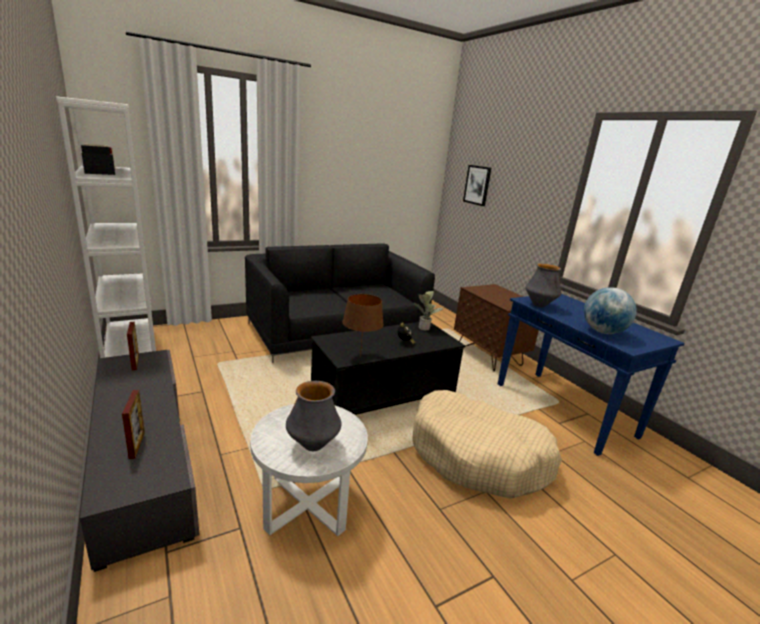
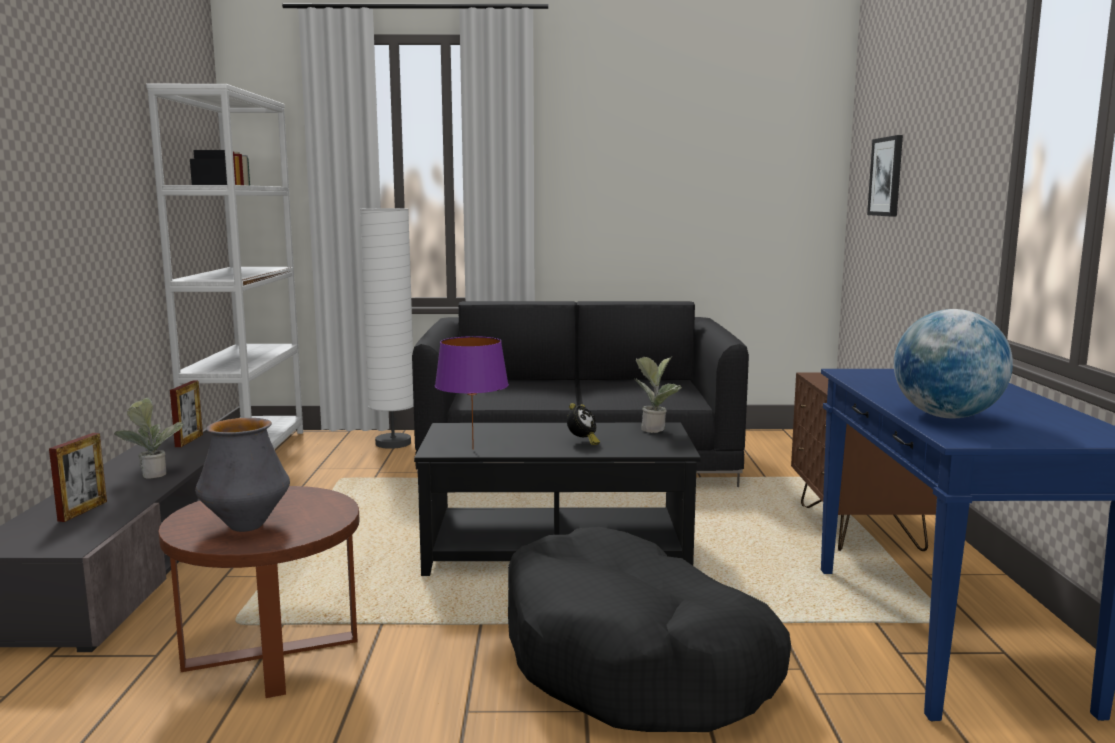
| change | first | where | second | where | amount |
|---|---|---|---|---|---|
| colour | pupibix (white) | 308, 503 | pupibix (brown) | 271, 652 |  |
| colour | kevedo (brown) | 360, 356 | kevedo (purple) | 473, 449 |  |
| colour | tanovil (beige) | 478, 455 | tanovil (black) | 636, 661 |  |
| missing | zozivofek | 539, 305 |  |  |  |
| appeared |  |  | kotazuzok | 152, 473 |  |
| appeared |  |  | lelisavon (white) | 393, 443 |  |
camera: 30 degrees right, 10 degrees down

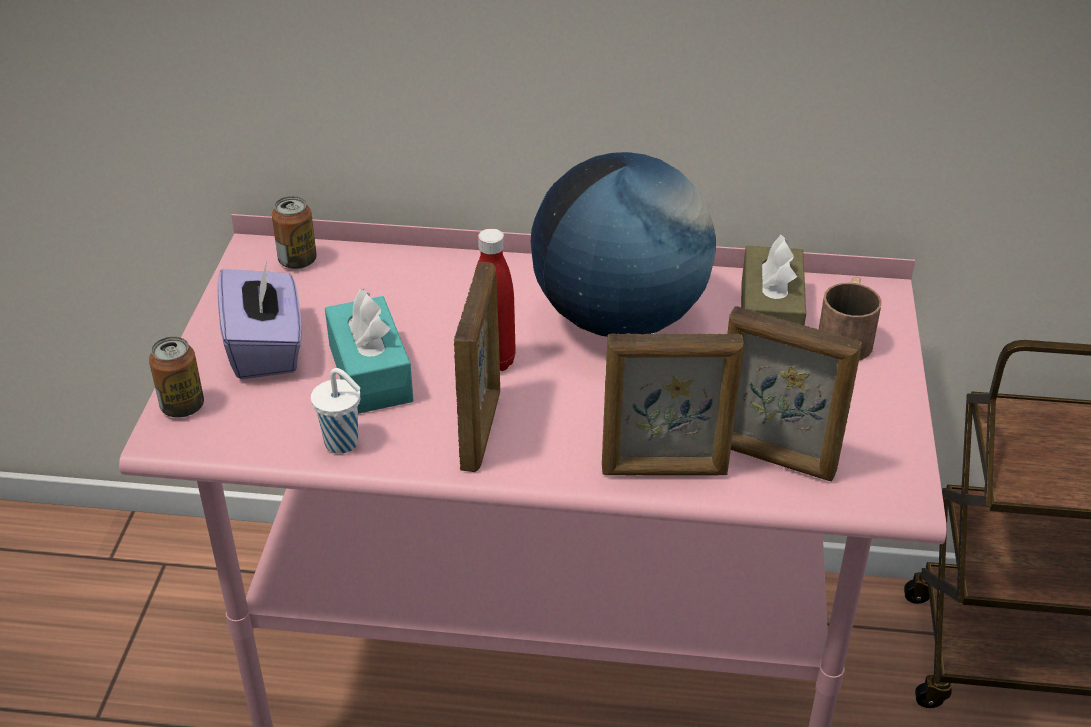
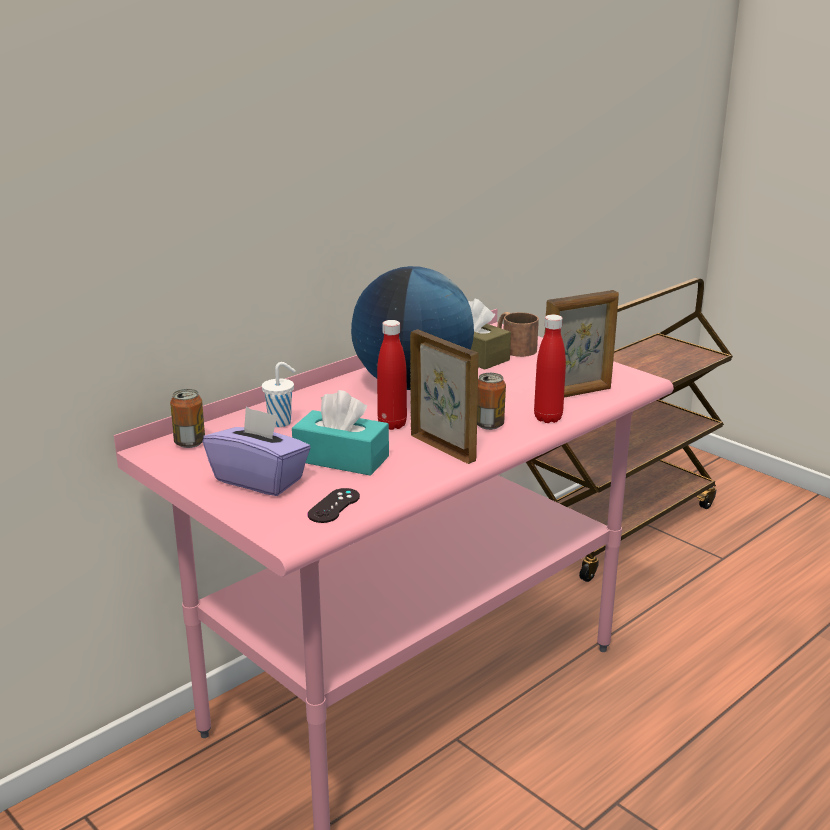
| change | first | where | second | where | amount |
|---|---|---|---|---|---|
| relocated | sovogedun | 182, 406 |  | 489, 425 |  |
| relocated | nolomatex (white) | 343, 443 |  | 281, 422 |  |
| exchanged | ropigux | 665, 471 | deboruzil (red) | 548, 418 |  |
| appeared |  |  | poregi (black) | 334, 506 |  |
camera: 50 degrees left, 15 degrees down

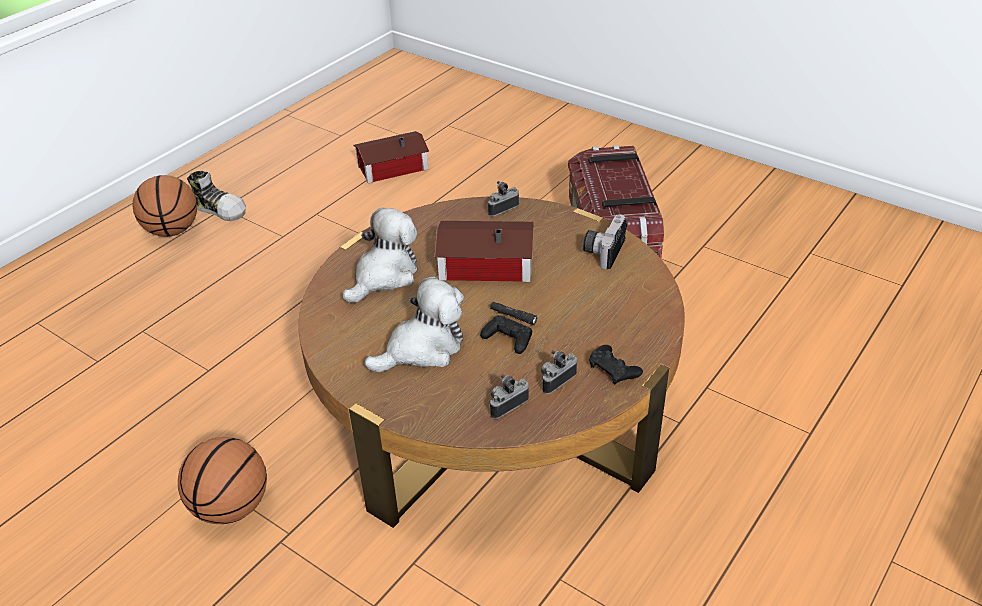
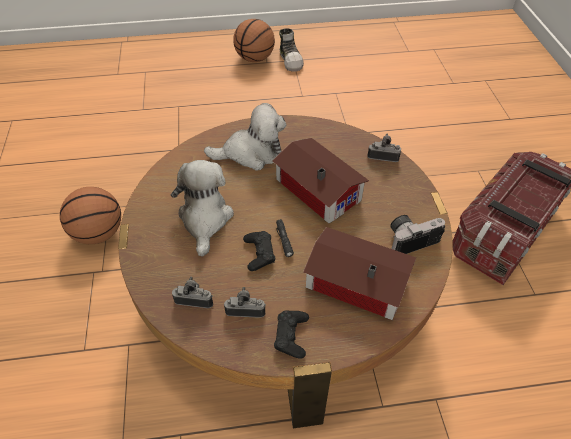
| change | first | where | second | where | amount |
|---|---|---|---|---|---|
| relocated | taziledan | 390, 167 |  | 355, 280 |  |
| spun | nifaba | 422, 349 |  | 205, 219 | 105 degrees counterclockwise |
camera: 45 degrees right, 10 degrees up

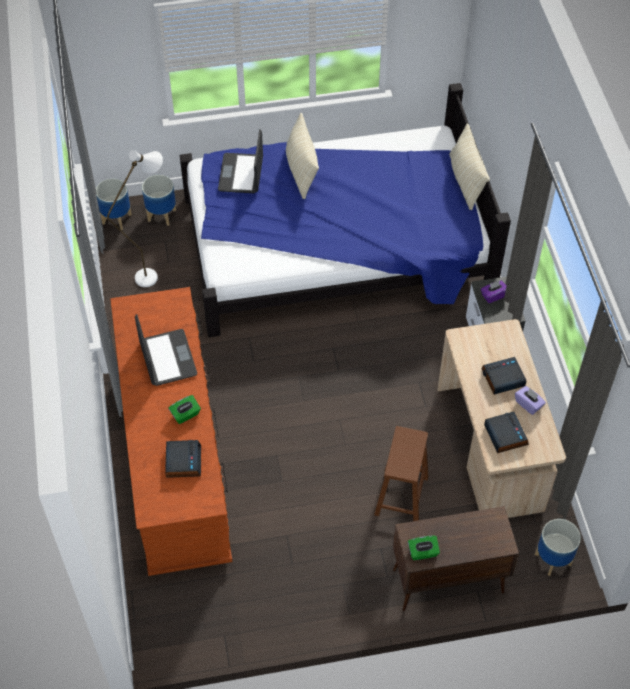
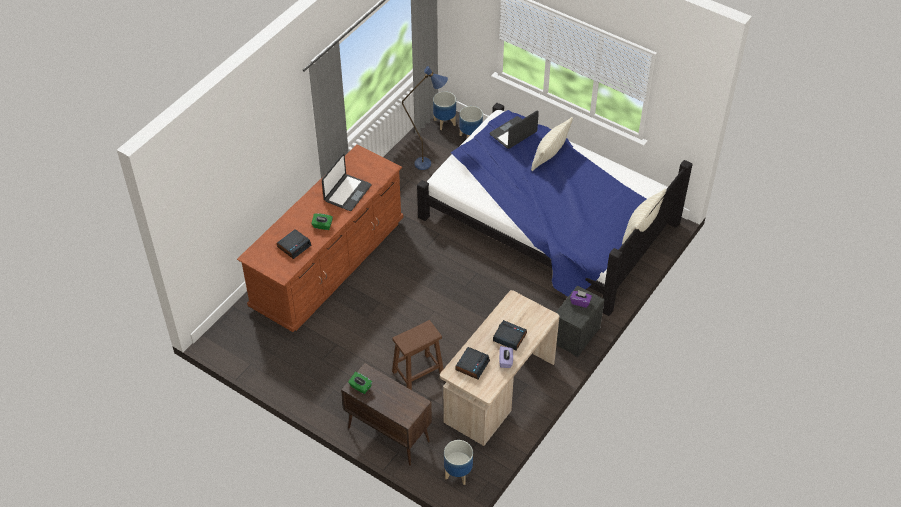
| change | first | where | second | where | amount |
|---|---|---|---|---|---|
| colour | lelisavon (white) | 153, 274 | lelisavon (blue) | 429, 164 |  |
camera: 45 degrees right, 5 degrees down

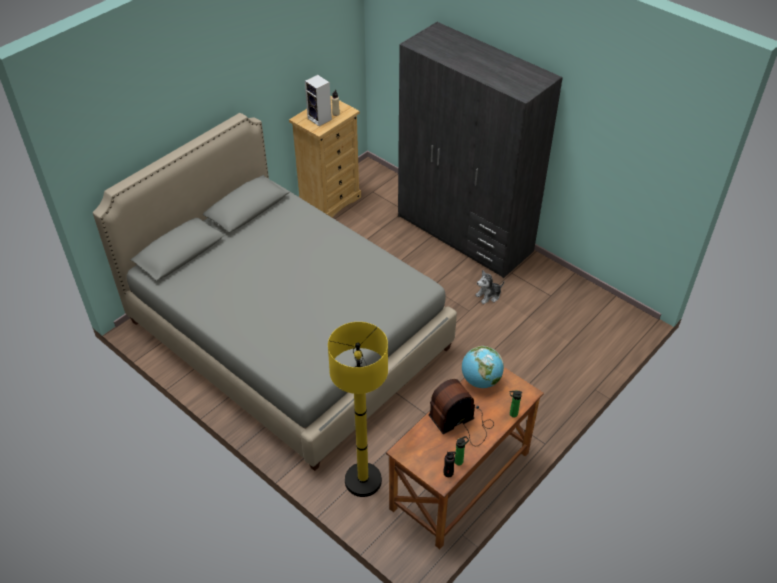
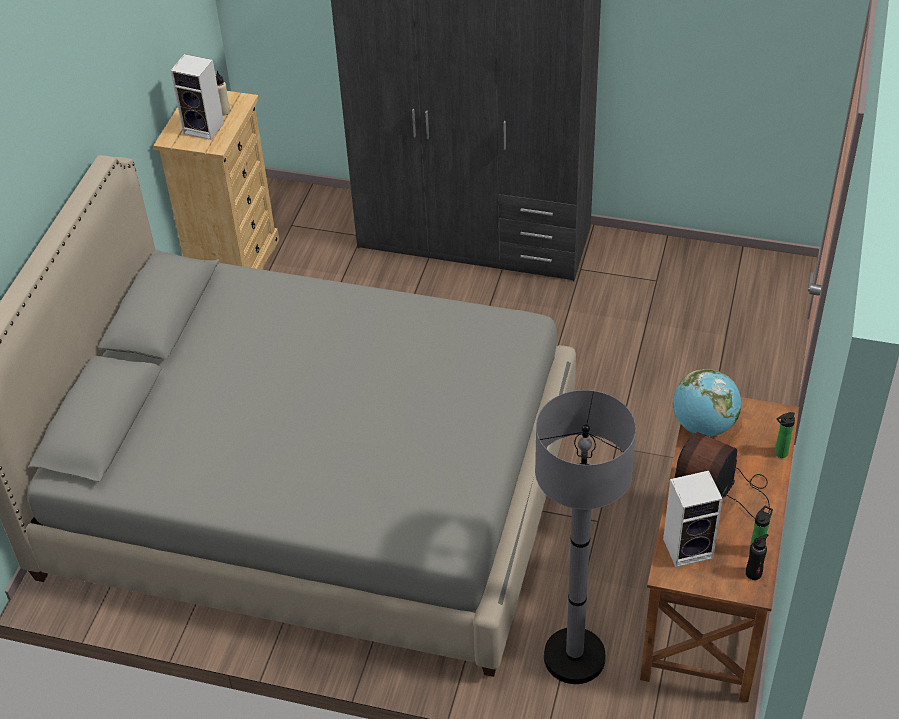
| change | first | where | second | where | amount |
|---|---|---|---|---|---|
| colour | lelisavon (yellow) | 363, 480 | lelisavon (grey) | 574, 657 |  |
| missing | nifaba | 488, 295 |  |  |  |
| appeared |  |  | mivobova | 689, 547 |  |
camera: 25 degrees left, 0 degrees up

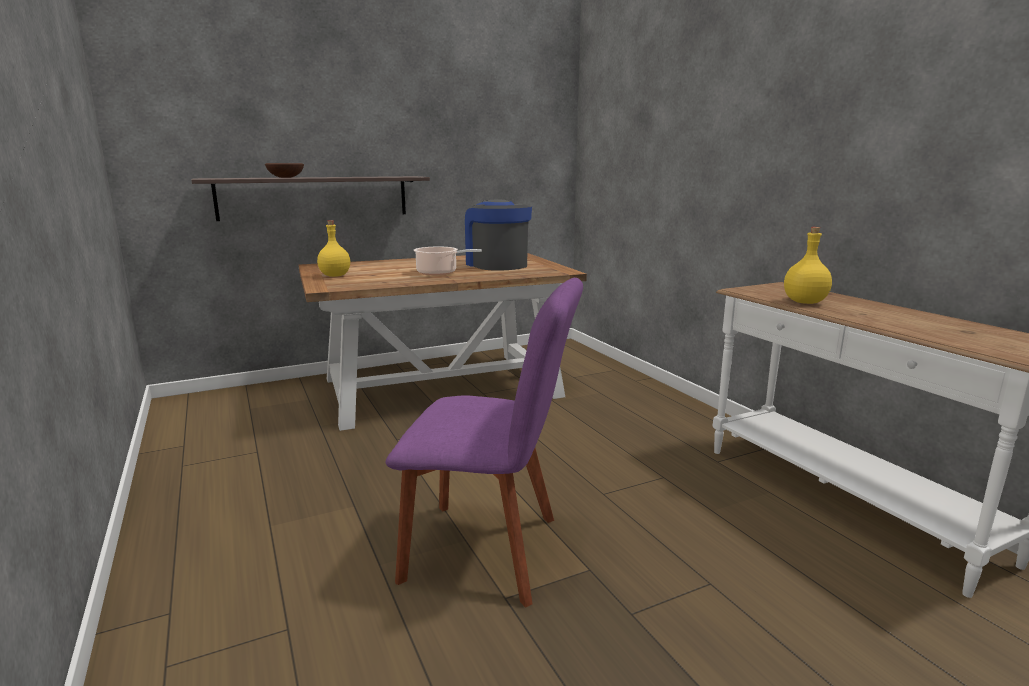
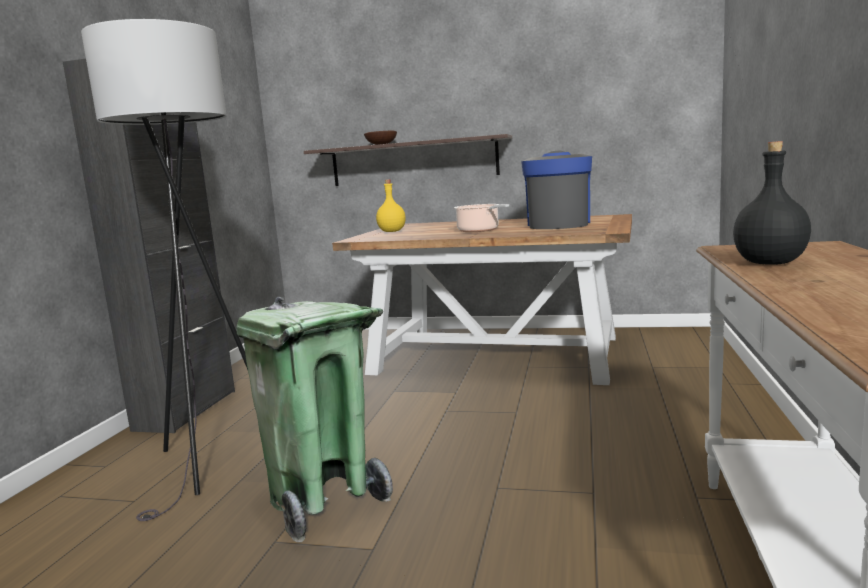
| change | first | where | second | where | amount |
|---|---|---|---|---|---|
| exchanged | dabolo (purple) | 490, 550 | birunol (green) | 323, 500 |  |
| colour | deboruzil (yellow) | 805, 302 | deboruzil (black) | 771, 263 |  |
| appeared |  |  | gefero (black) | 186, 410 |  |
| appeared |  |  | lelisavon (grey) | 214, 464 |  |
camera: 40 degrees right, 5 degrees down

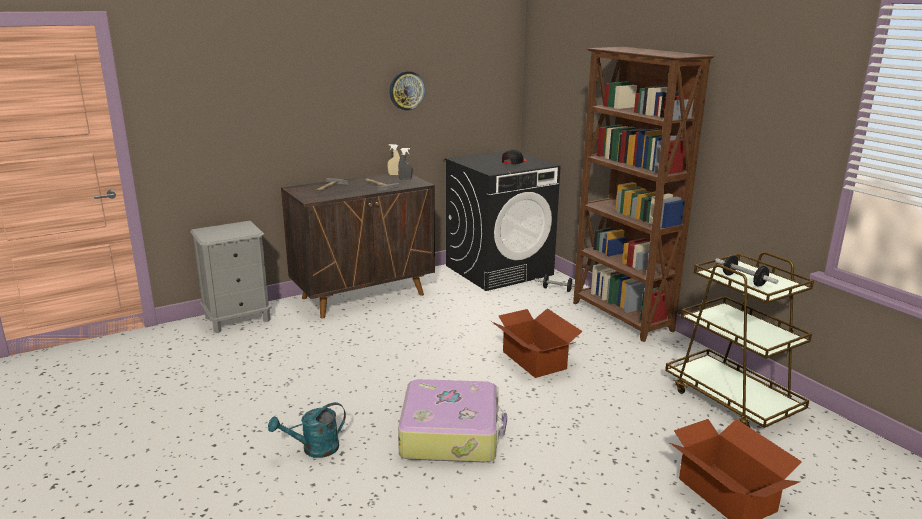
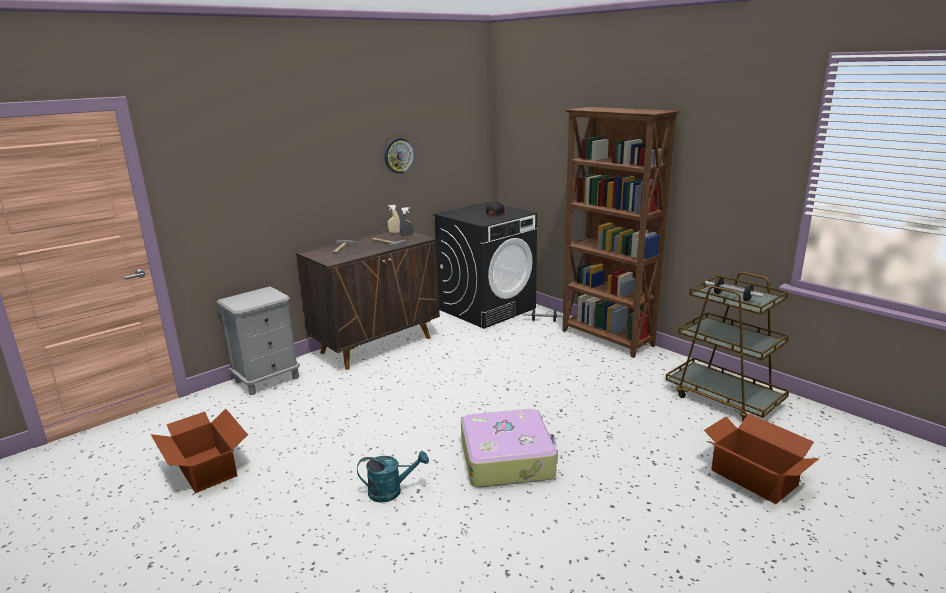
| change | first | where | second | where | amount |
|---|---|---|---|---|---|
| spun | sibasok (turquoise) | 314, 449 |  | 391, 491 | 150 degrees counterclockwise |
| relocated | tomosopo | 534, 360 |  | 207, 468 |  |
camera: 10 degrees left, 0 degrees up

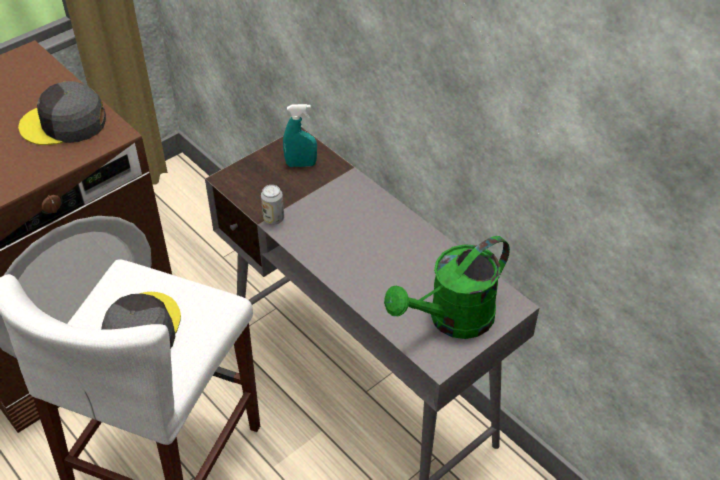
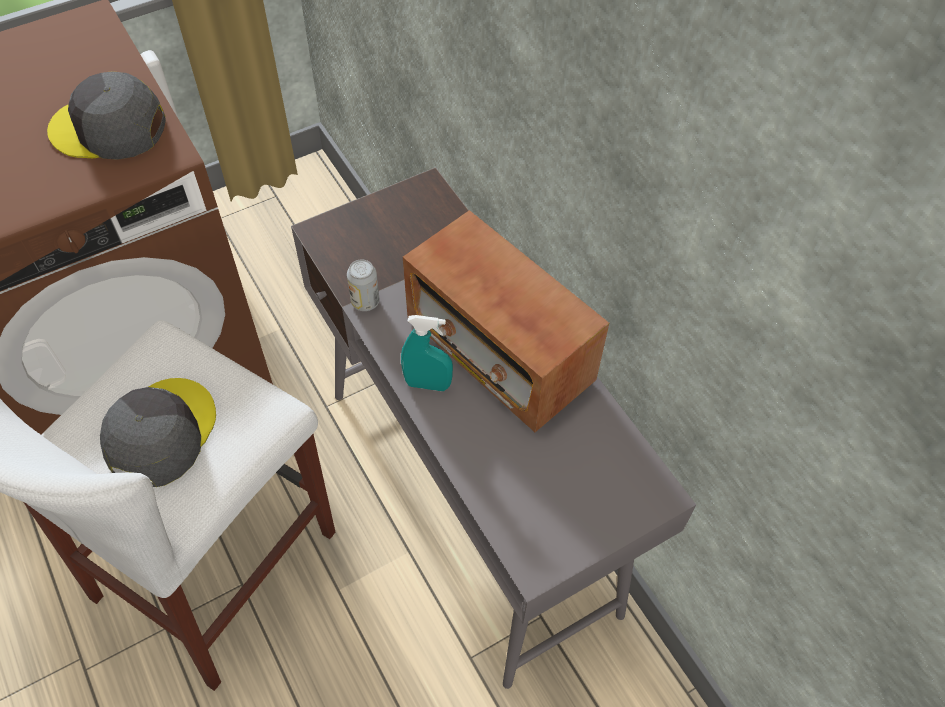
| change | first | where | second | where | amount |
|---|---|---|---|---|---|
| relocated | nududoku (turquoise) | 301, 164 |  | 427, 384 |  |
| missing | sibasok (green) | 452, 320 |  |  |  |
| appeared |  |  | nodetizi | 499, 351 |  |
camera: 10 degrees right, 10 degrees up

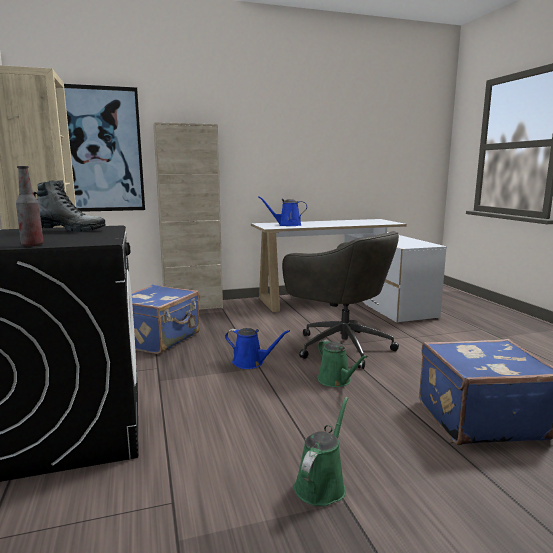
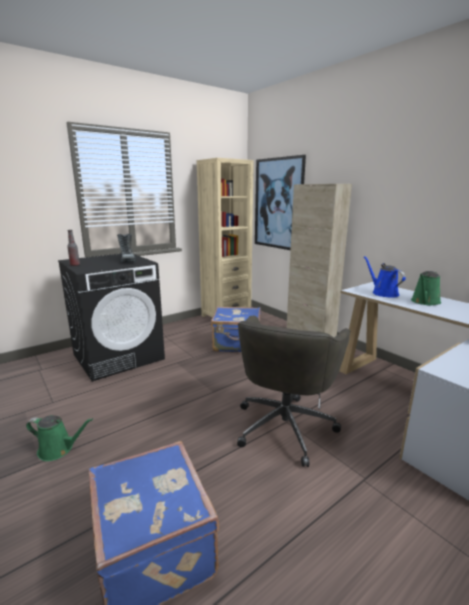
| change | first | where | second | where | amount |
|---|---|---|---|---|---|
| missing | sibasok (blue) | 251, 363 |  |  |  |
| relocated | sibasok (green) | 336, 381 |  | 424, 302 |  |
camera: 70 degrees right, 5 degrees up

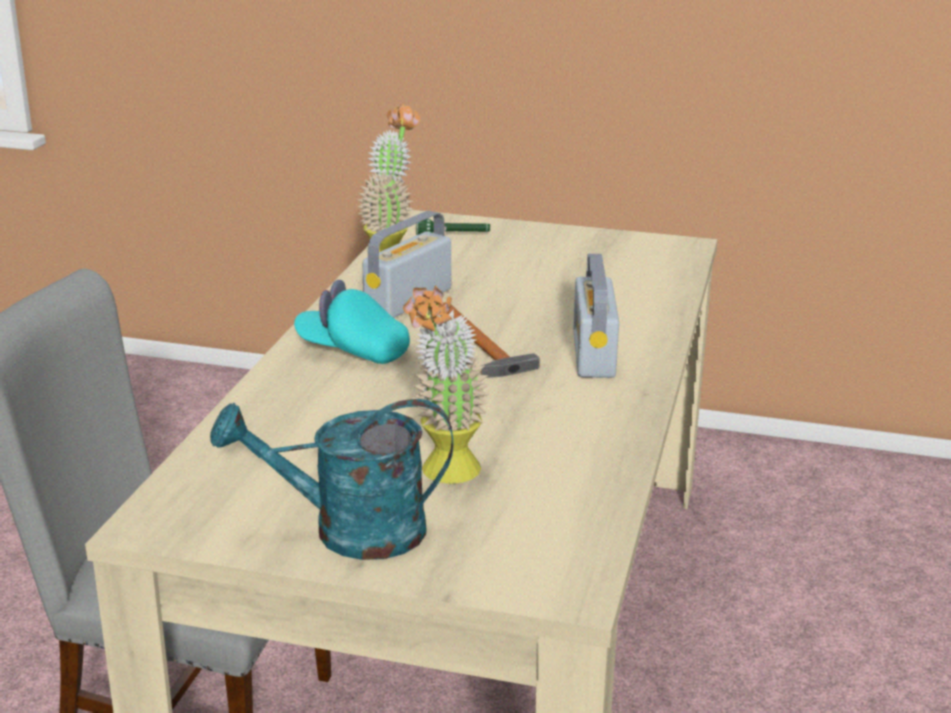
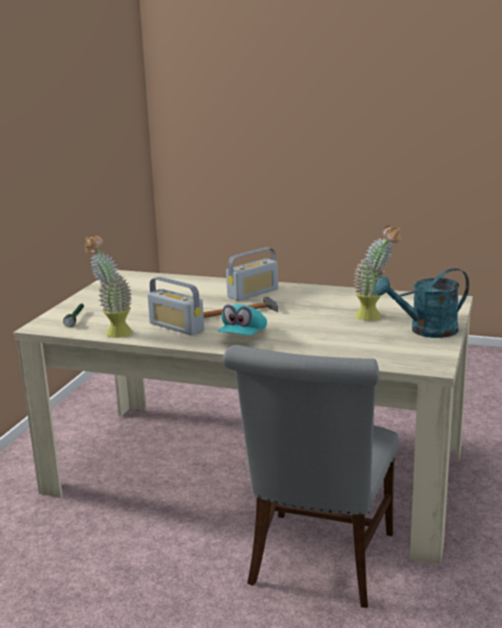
| change | first | where | second | where | amount |
|---|---|---|---|---|---|
| spun | sibasok (turquoise) | 349, 532 |  | 425, 331 | 75 degrees clockwise |
| spun | nodetizi | 593, 354 |  | 253, 293 | 45 degrees counterclockwise |
camera: 85 degrees left, 5 degrees down

